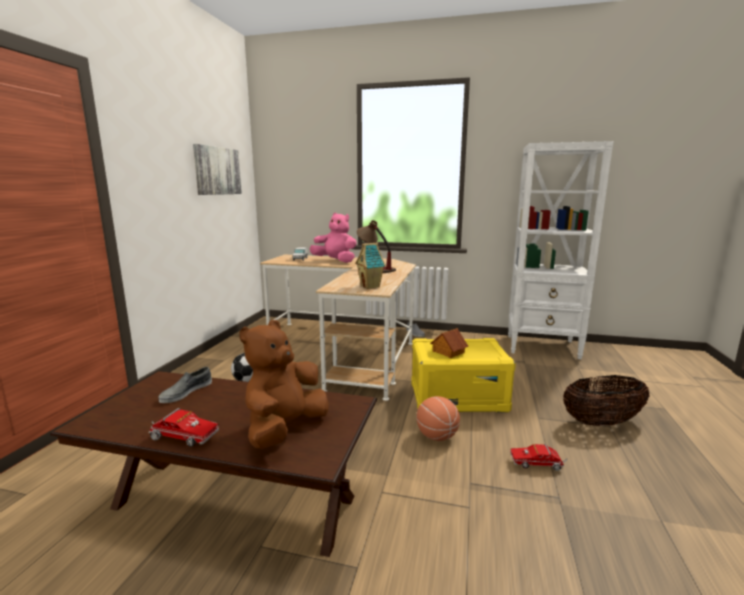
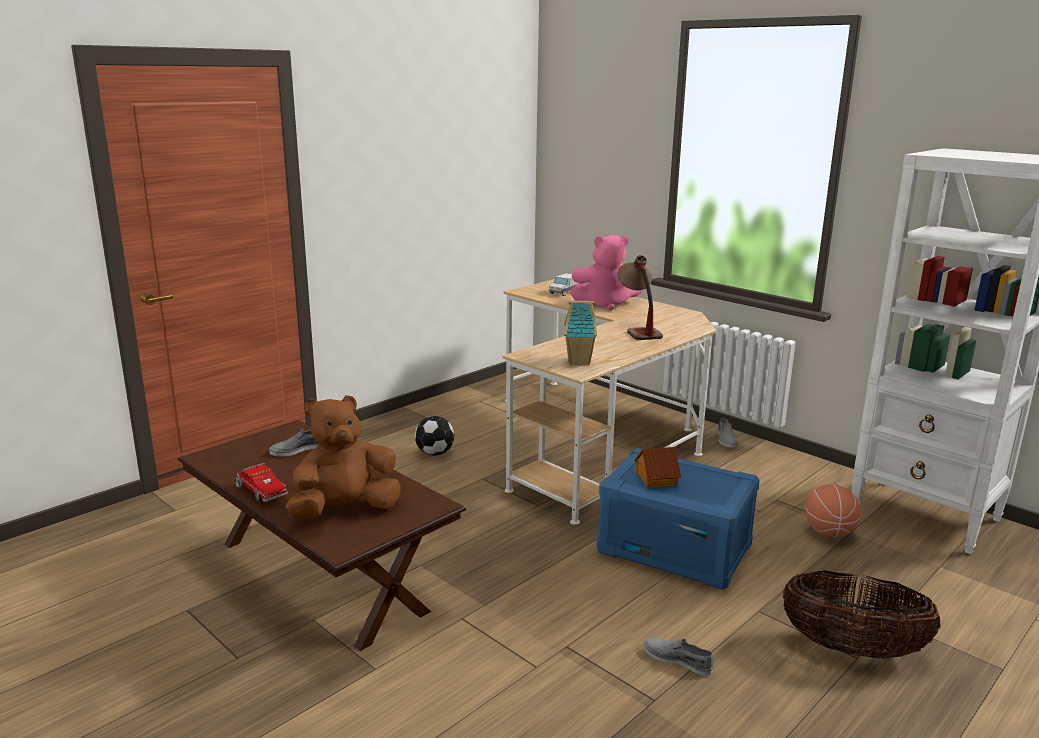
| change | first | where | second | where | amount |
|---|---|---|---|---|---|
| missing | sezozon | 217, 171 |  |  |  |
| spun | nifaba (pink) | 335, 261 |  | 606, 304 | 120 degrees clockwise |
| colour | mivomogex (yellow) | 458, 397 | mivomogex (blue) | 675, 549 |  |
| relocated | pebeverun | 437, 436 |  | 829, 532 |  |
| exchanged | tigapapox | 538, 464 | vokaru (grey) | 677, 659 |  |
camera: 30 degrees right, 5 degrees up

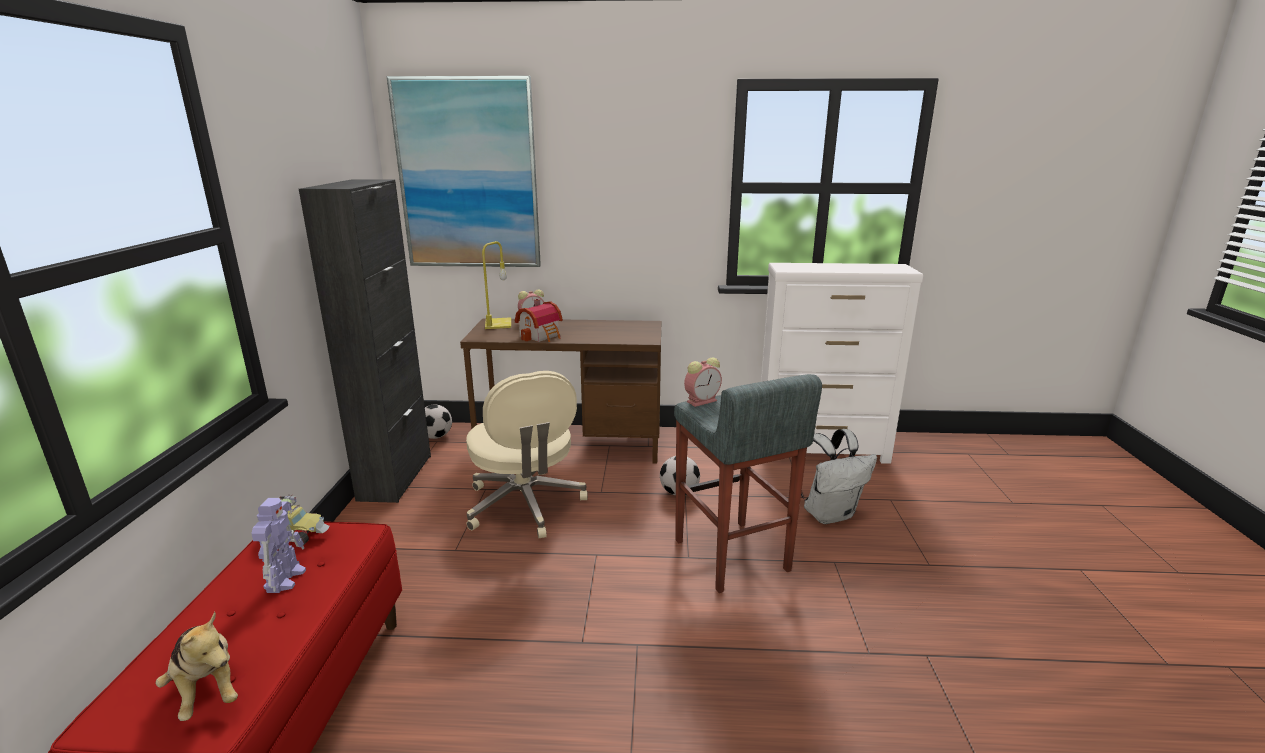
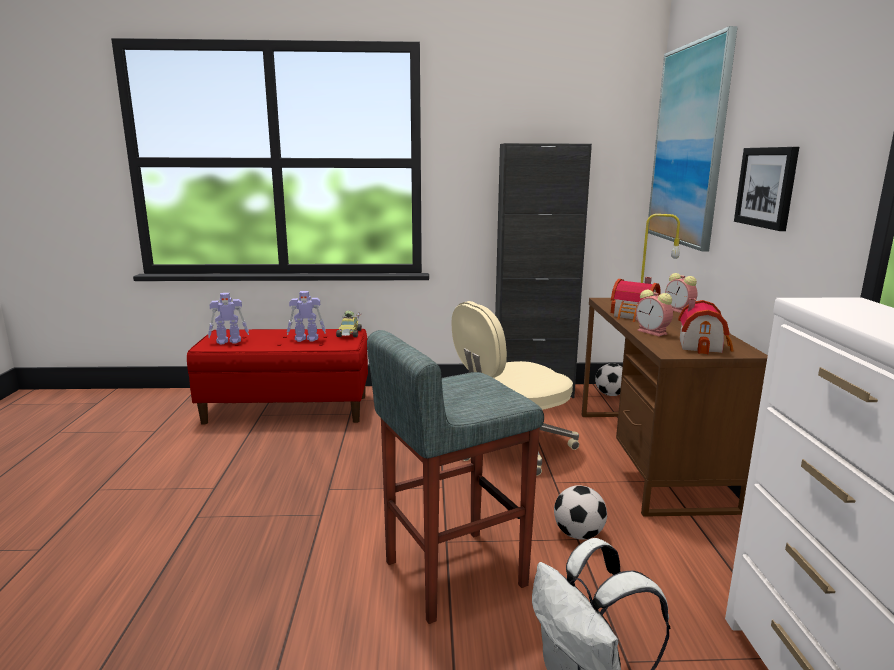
| change | first | where | second | where | amount |
|---|---|---|---|---|---|
| exchanged | nifaba | 207, 689 | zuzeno | 229, 341 |  |
| relocated | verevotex | 702, 401 |  | 653, 332 |  |
| appeared |  |  | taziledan | 703, 345 |  |
| appeared |  |  | sezozon | 767, 187 |  |
camera: 85 degrees right, 5 degrees down

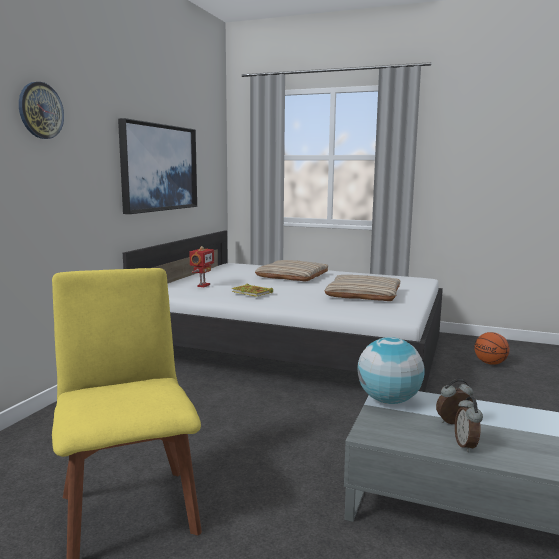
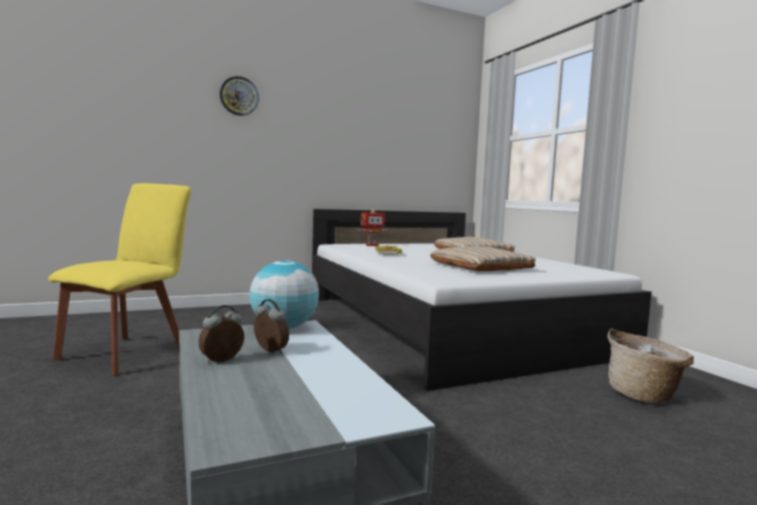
| change | first | where | second | where | amount |
|---|---|---|---|---|---|
| missing | sezozon | 159, 167 |  |  |  |
| exchanged | pebeverun | 490, 363 | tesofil | 643, 395 |  |
camera: 45 degrees right, 5 degrees down

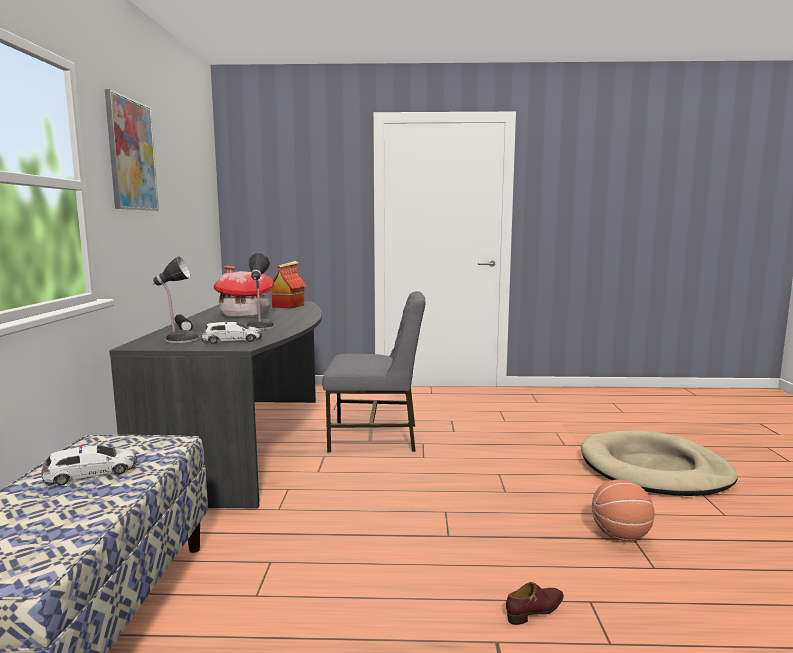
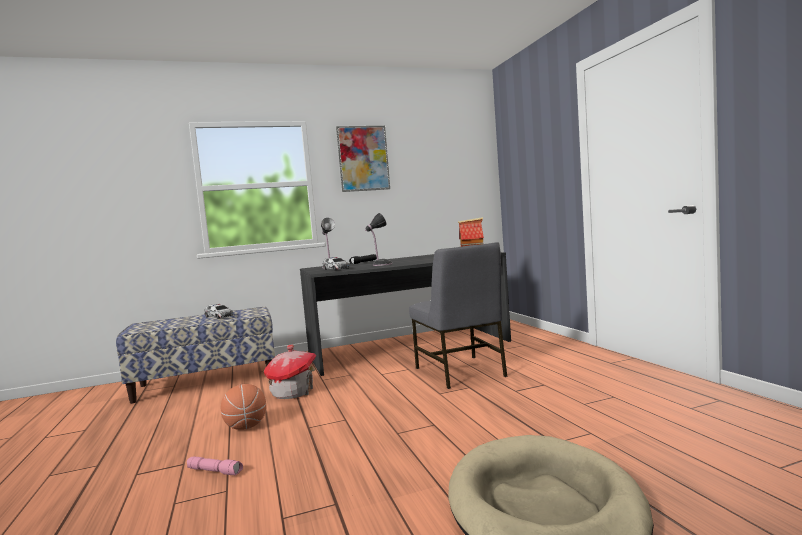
| change | first | where | second | where | amount |
|---|---|---|---|---|---|
| relocated | taziledan | 244, 315 |  | 293, 392 |  |
| exchanged | vokaru (brown) | 535, 610 | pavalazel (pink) | 215, 471 |  |
| relocated | pebeverun | 620, 535 |  | 246, 427 |  |
camera: 70 degrees right, 5 degrees down

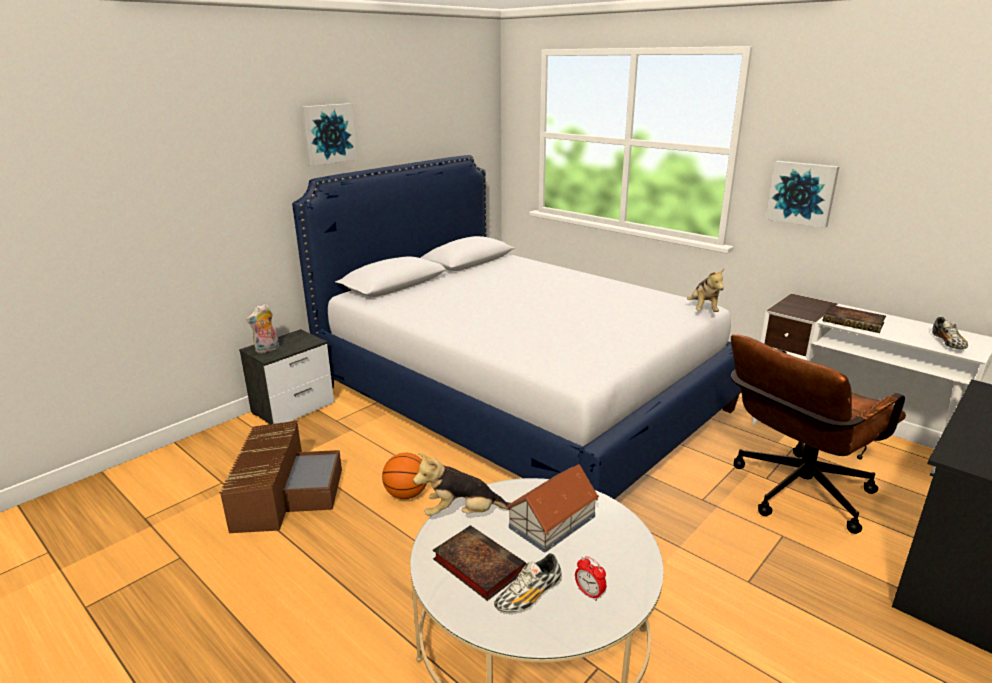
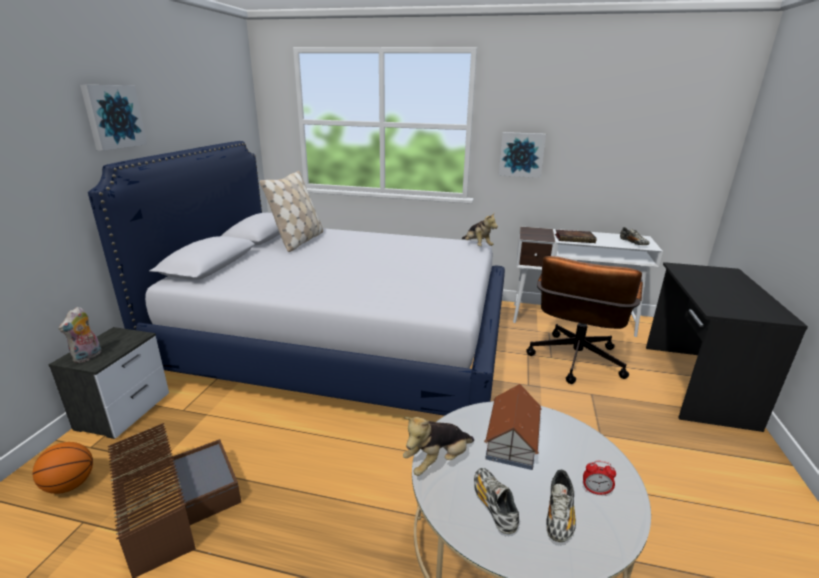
| change | first | where | second | where | amount |
|---|---|---|---|---|---|
| relocated | pebeverun | 406, 494 |  | 70, 485 |  |
| exchanged | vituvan | 476, 565 | vokaru | 493, 506 |  |
| appeared |  |  | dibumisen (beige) | 298, 241 |  |
camera: 30 degrees left, 0 degrees up

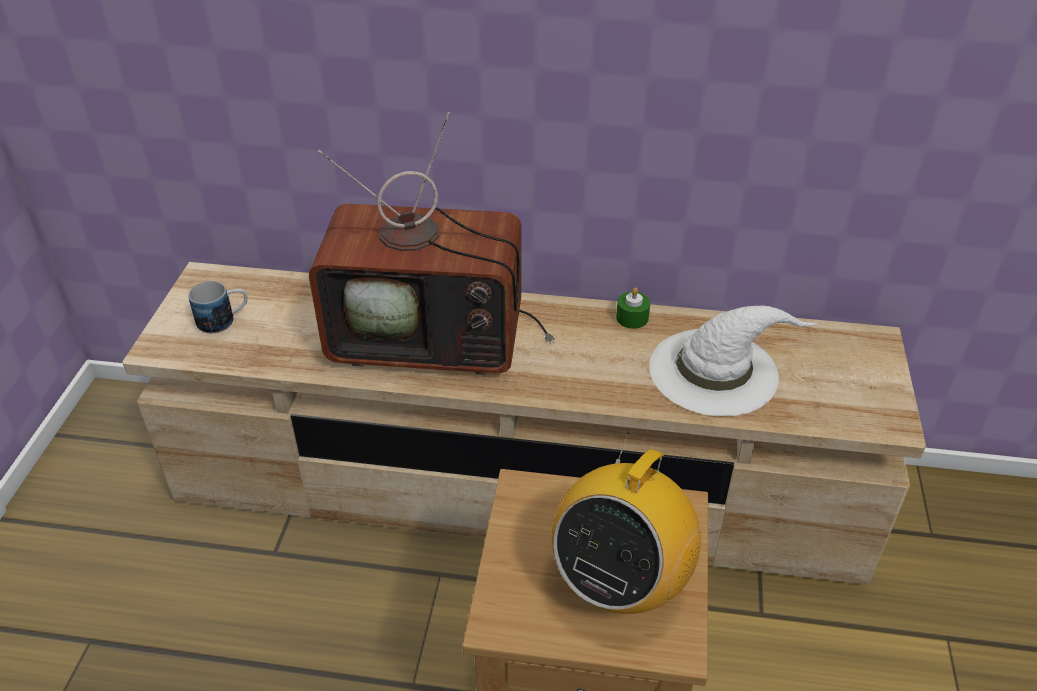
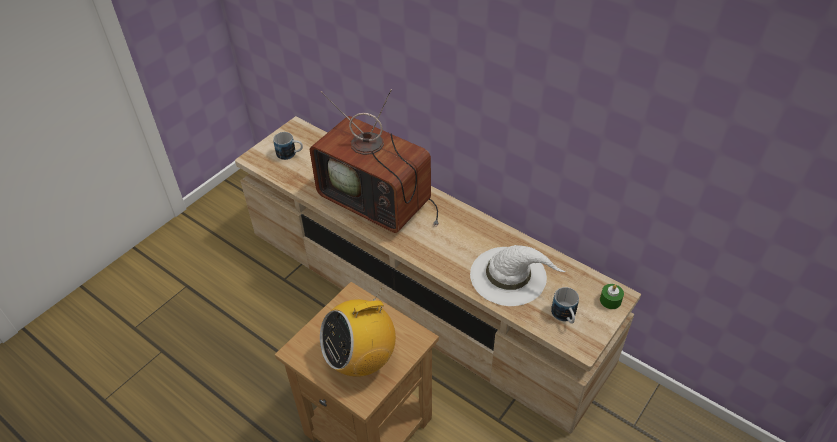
| change | first | where | second | where | amount |
|---|---|---|---|---|---|
| relocated | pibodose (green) | 632, 318 |  | 610, 300 |  |
| appeared |  |  | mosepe | 565, 316 |  |
camera: 30 degrees right, 5 degrees up

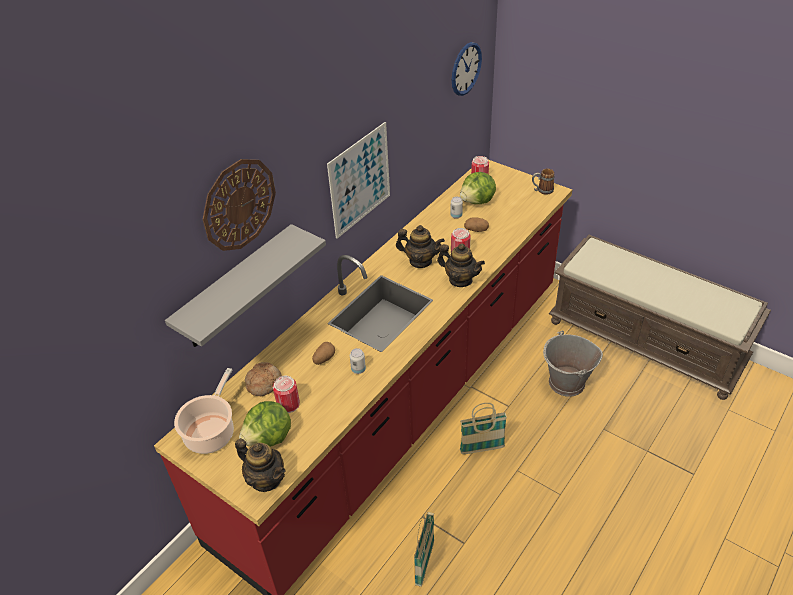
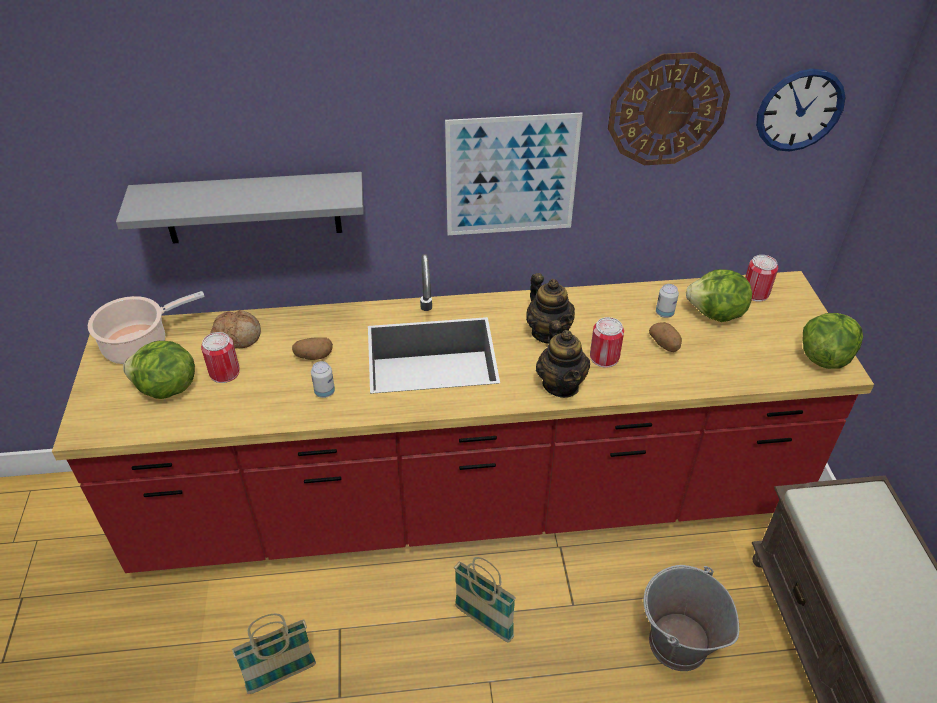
| change | first | where | second | where | amount |
|---|---|---|---|---|---|
| relocated | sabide | 239, 204 |  | 667, 110 |  |
| missing | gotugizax | 266, 479 |  |  |  |
| exchanged | mosepe | 542, 190 | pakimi | 824, 357 |  |
camera: 45 degrees right, 0 degrees up

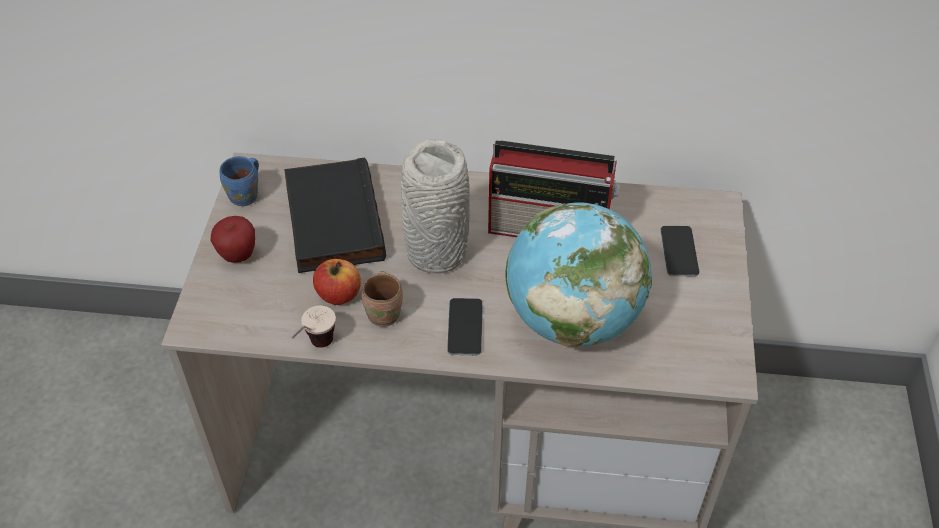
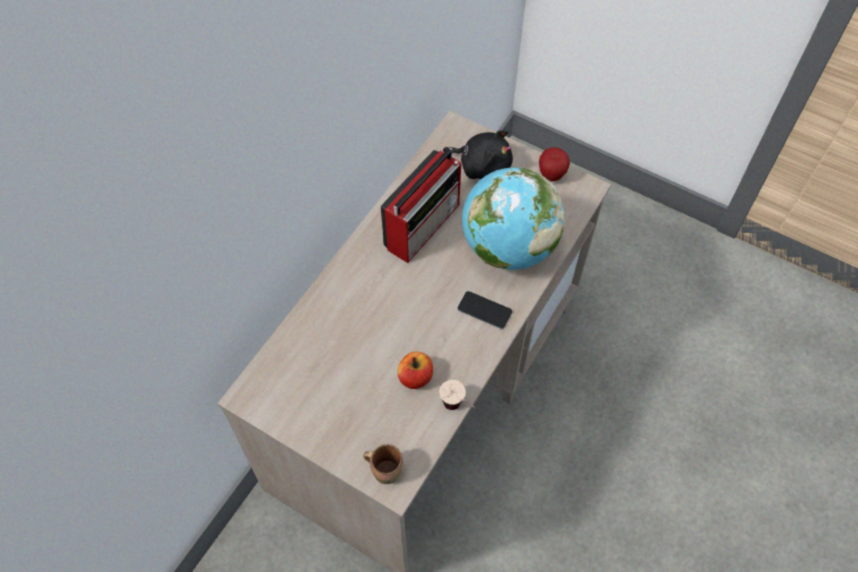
| change | first | where | second | where | amount |
|---|---|---|---|---|---|
| relocated | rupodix | 238, 256 |  | 551, 175 |  |
| missing | mosepe (blue) | 246, 196 |  |  |  |
| missing | vituvan (black) | 331, 220 |  |  |  |
| relocated | mosepe (brown) | 385, 313 |  | 386, 470 |  |
| missing | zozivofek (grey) | 435, 251 |  |  |  |
| exchanged | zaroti | 679, 251 | nifaba (black) | 482, 166 |  |
camera: 65 degrees left, 10 degrees up

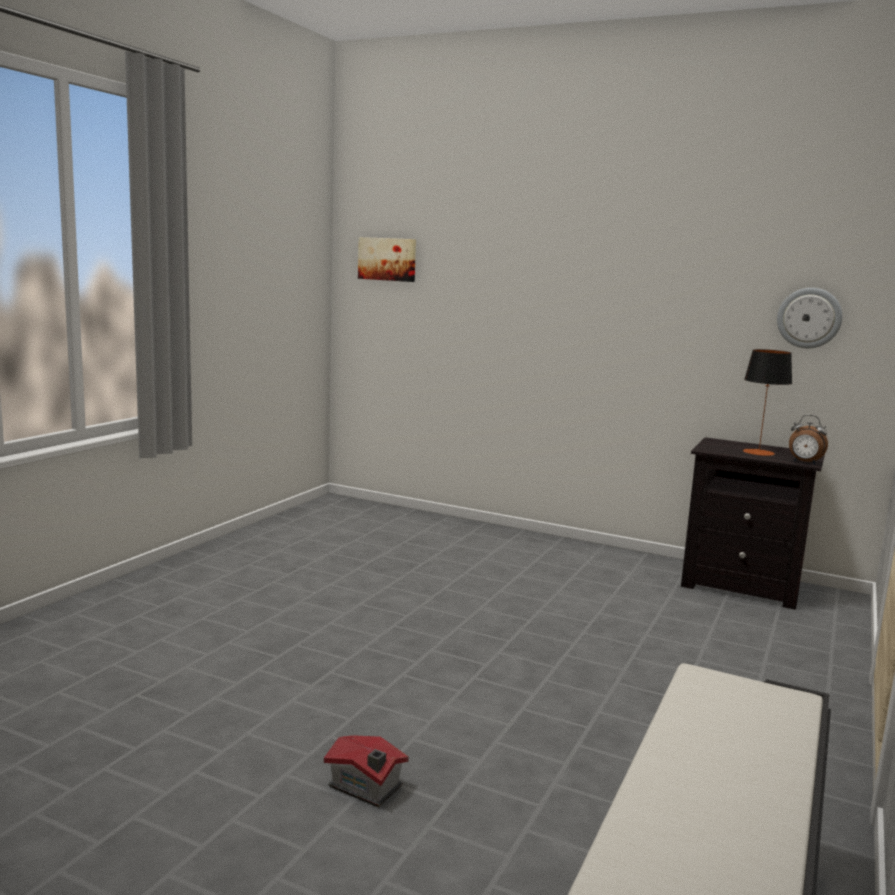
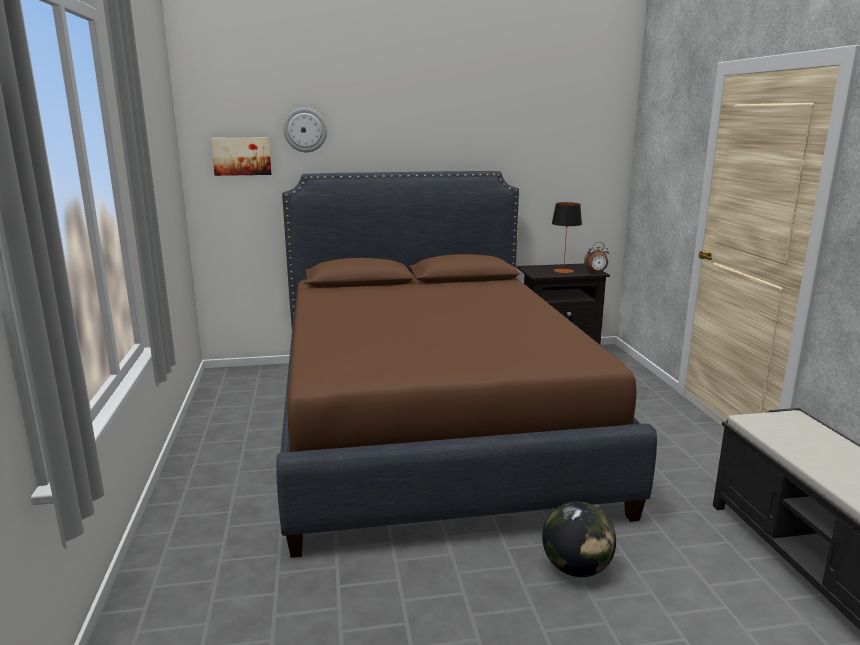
| change | first | where | second | where | amount |
|---|---|---|---|---|---|
| exchanged | taziledan | 366, 788 | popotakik | 576, 569 |  |
| relocated | sabide | 809, 318 |  | 305, 130 |  |
| appeared |  |  | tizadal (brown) | 430, 425 |  |
camera: 35 degrees left, 5 degrees up

